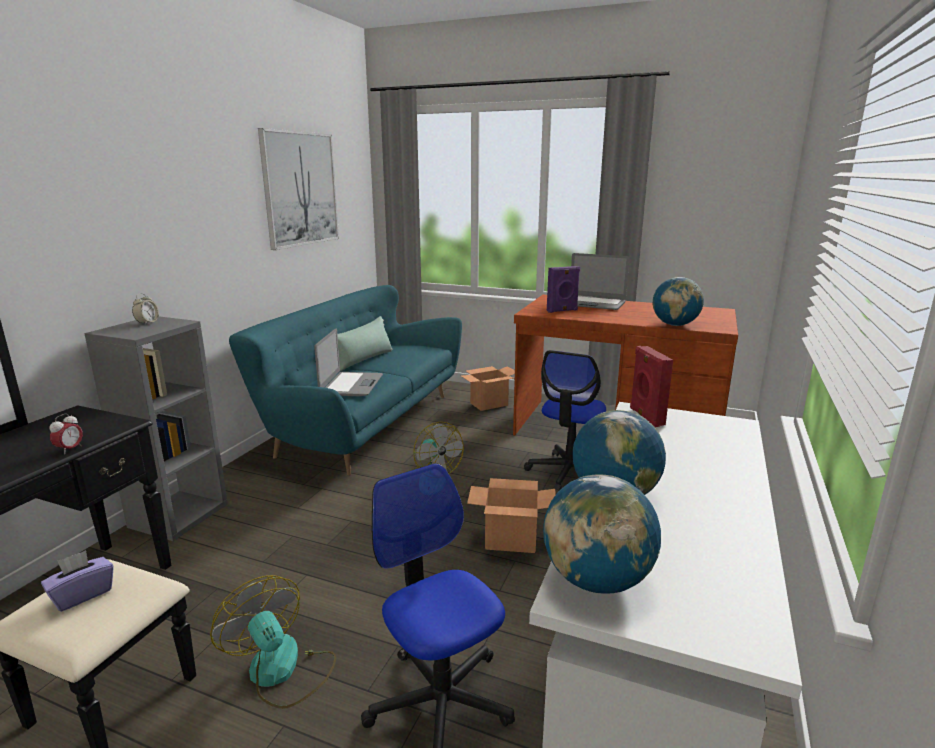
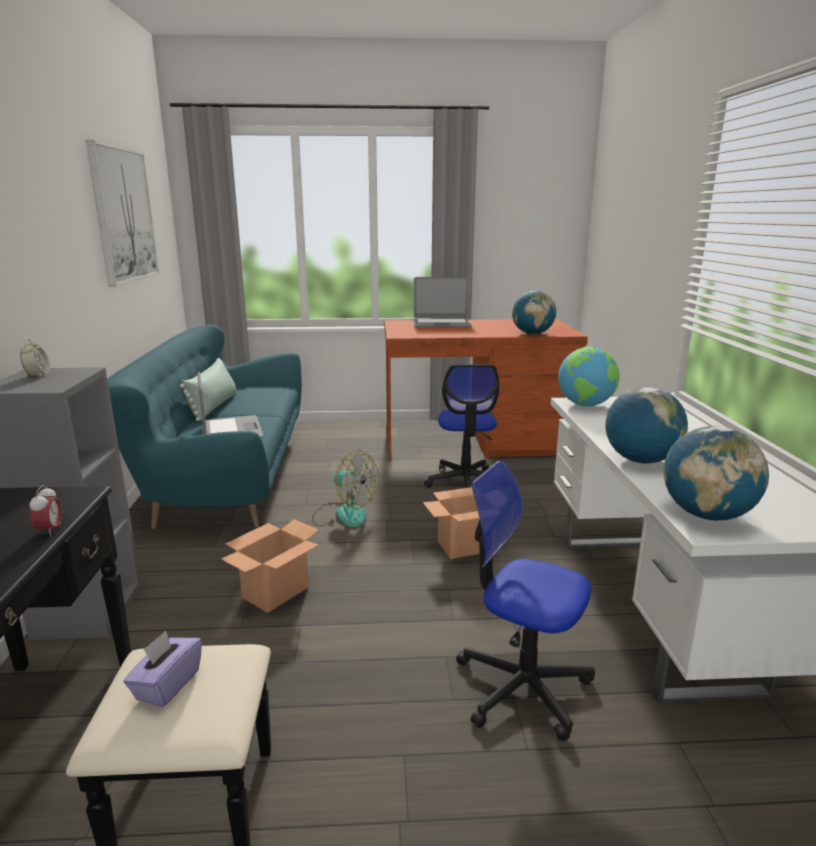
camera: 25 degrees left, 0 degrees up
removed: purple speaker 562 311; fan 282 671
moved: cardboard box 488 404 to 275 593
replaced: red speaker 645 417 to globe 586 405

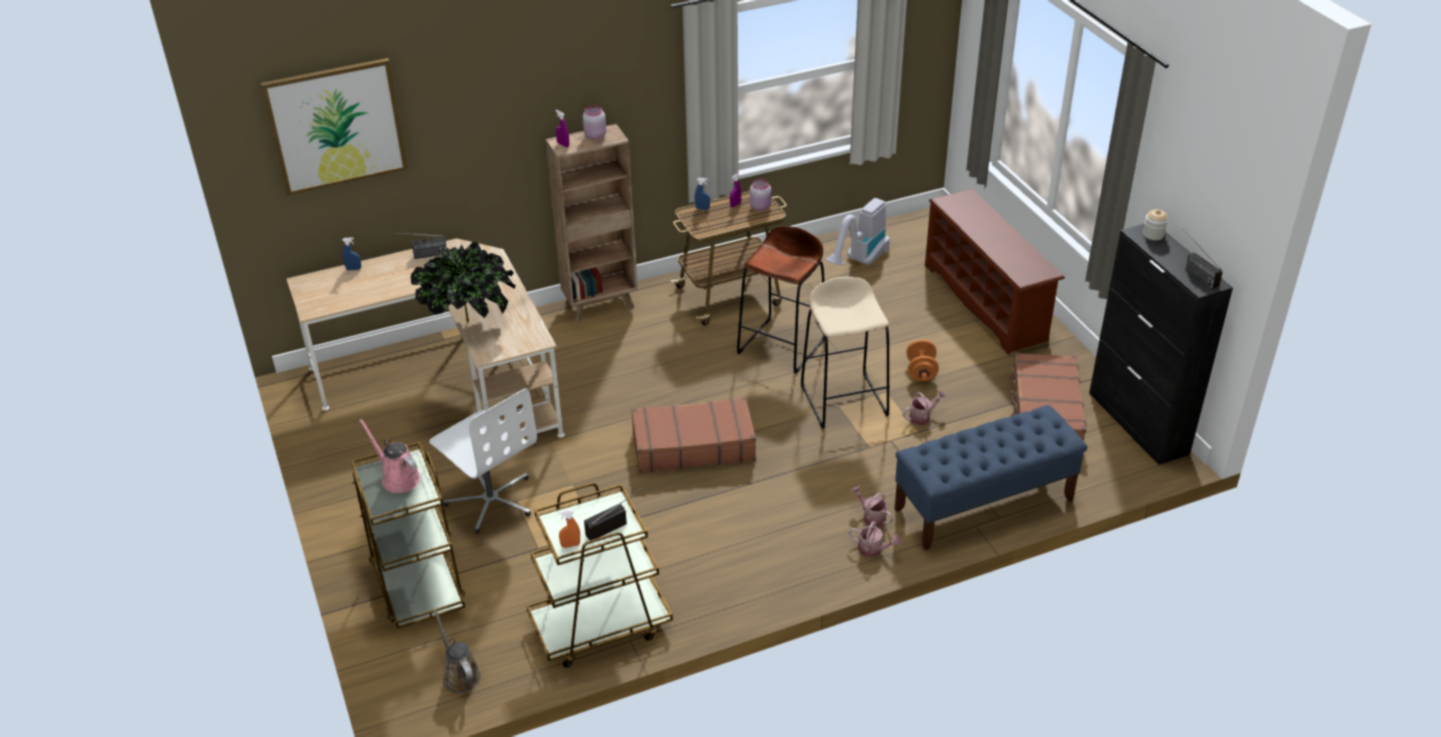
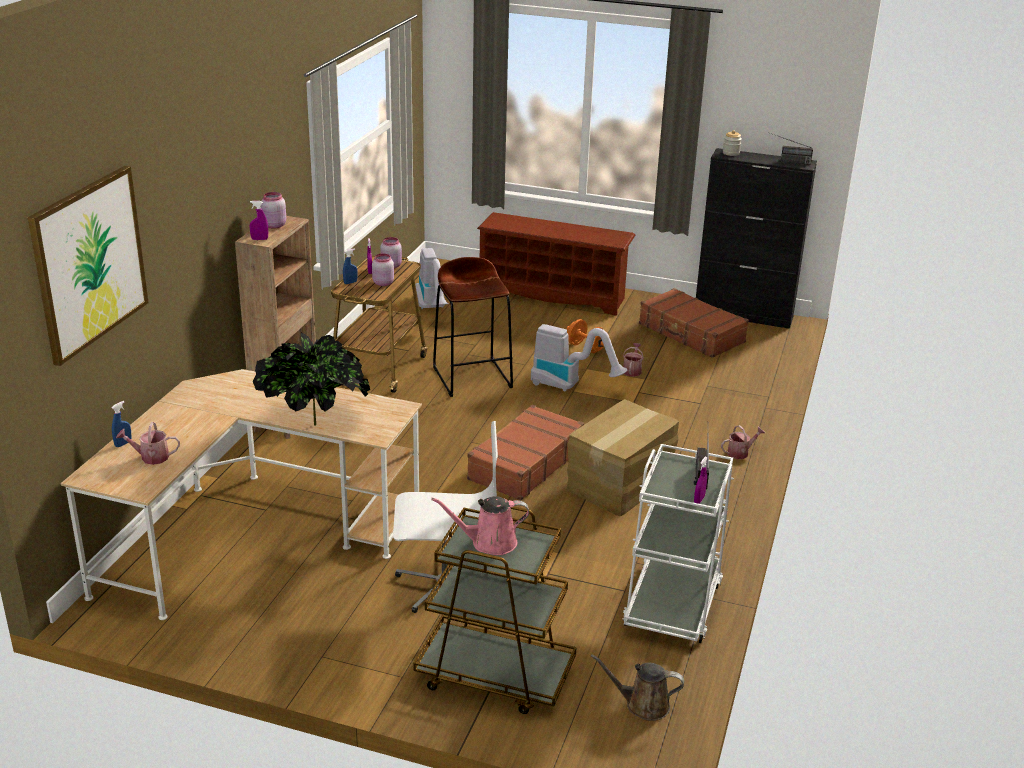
camera: 50 degrees left, 10 degrees down
removed: radio 421 256; blue bench 983 505
added: pink jar 382 283; cardboard box 621 484
moved: watering can 871 517 to 151 457
replaced: beige stool 844 400 to vacuum cleaner 570 386
recoloured: brown cart 600 626 to white cart 672 603; orange spray bottle 570 545 to purple spray bottle 699 500

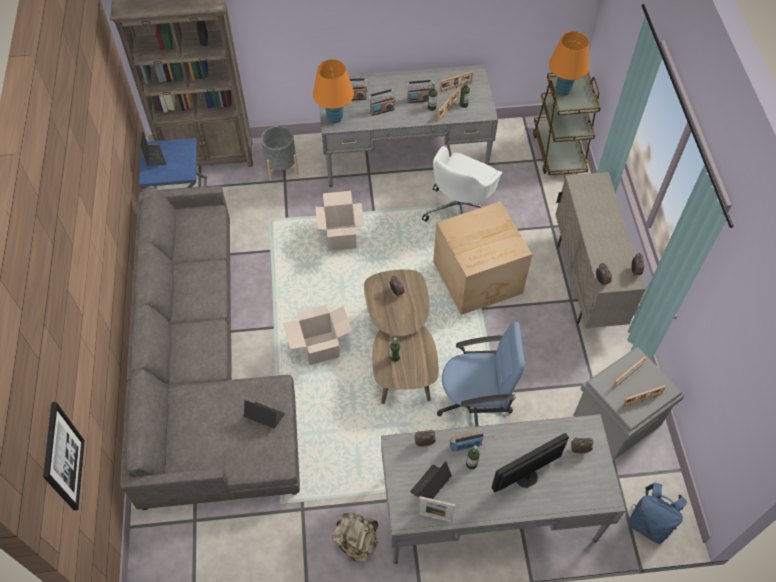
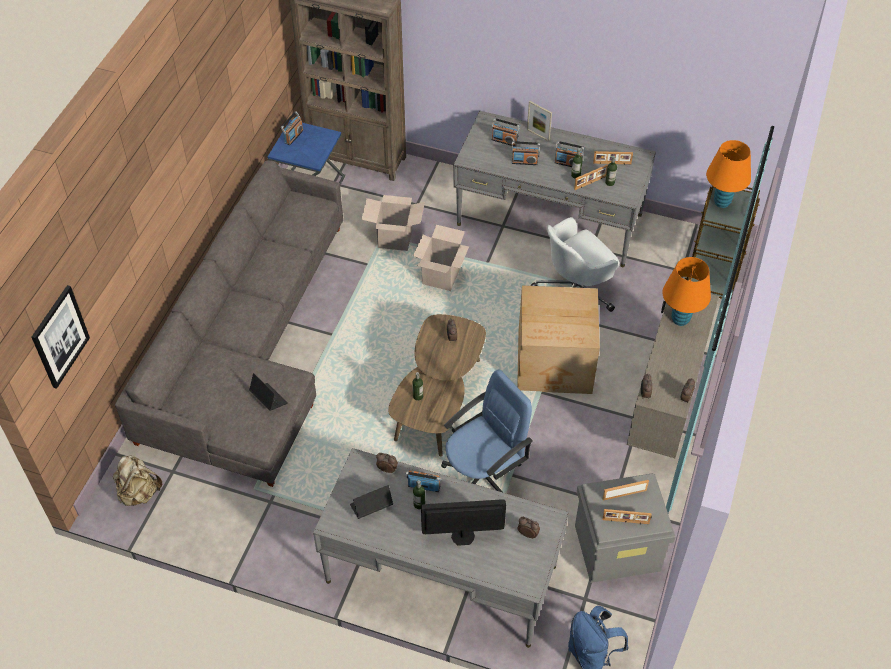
camera: 25 degrees right, 5 degrees down
removed: grey planter 281 167
moved: orange table lamp 335 118 to 680 319; cardboard box 320 348 to 395 239; picture frame 434 517 to 538 135; beige backpack 356 542 to 139 493
replaced: laptop 153 157 to radio 293 136
turned: blue office chair 475 403 = 483 476 60 degrees counterclockwise

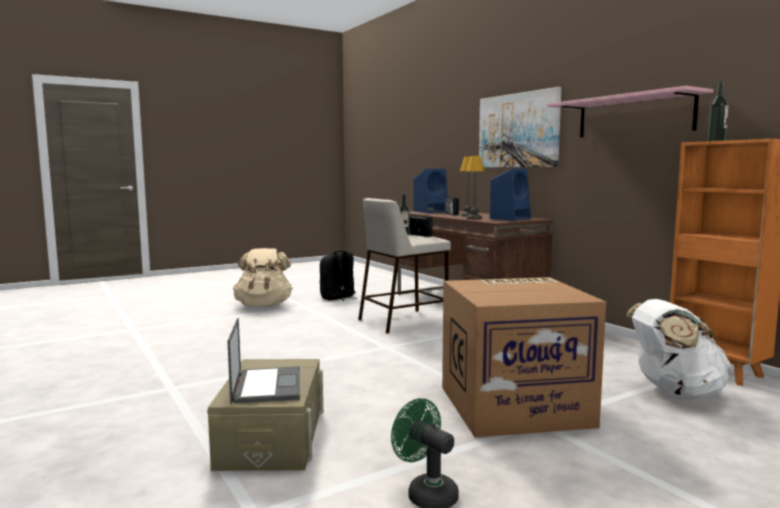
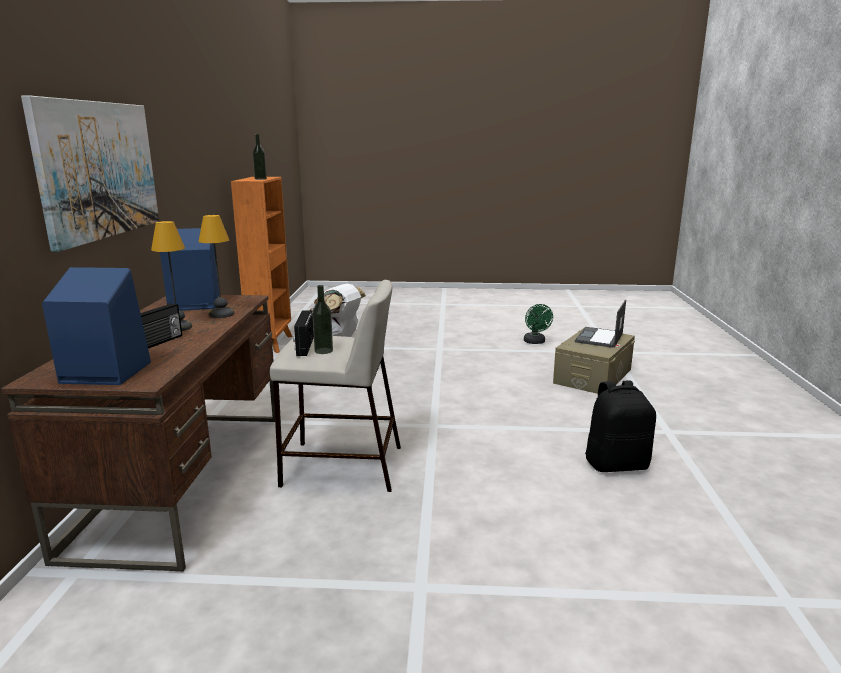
camera: 145 degrees left, 10 degrees up
removed: pink shelf 634 116; beige backpack 264 306; cardboard box 515 405
moved: black backpack 338 298 to 616 464

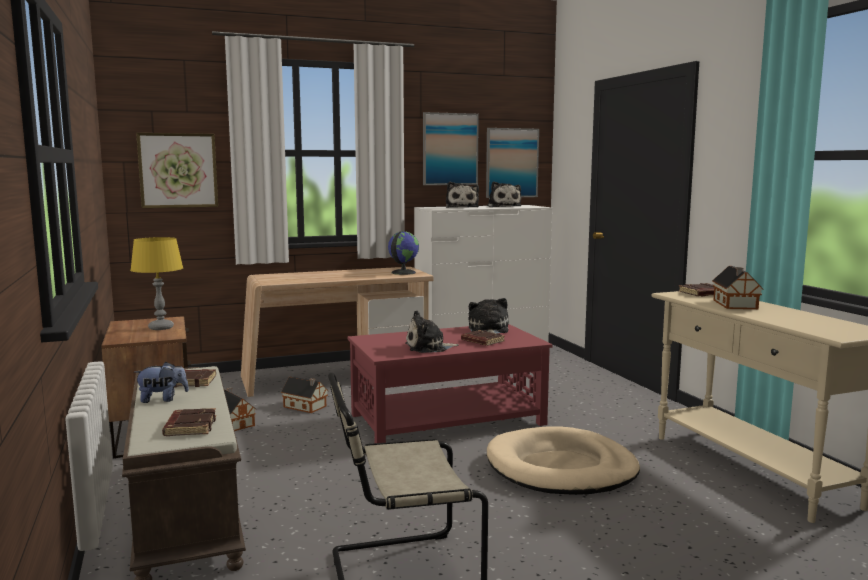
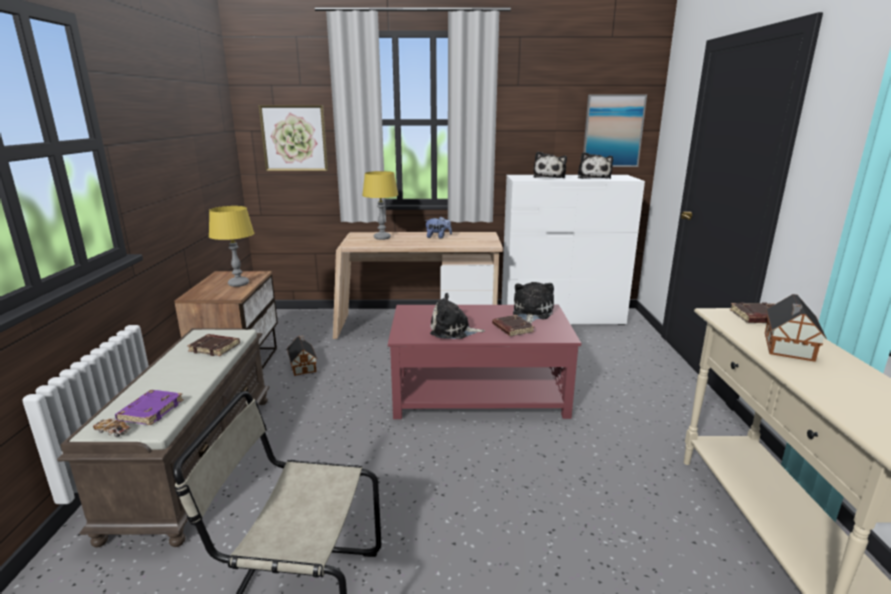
camera: 20 degrees right, 10 degrees up
removed: picture 450 149; globe 403 272; toy house 306 407; beige dog bed 561 468
added: yellow table lamp 382 238; toy car 113 432
moved: plush toy 162 399 to 438 237
recoloured: brown book 189 427 to purple book 151 410

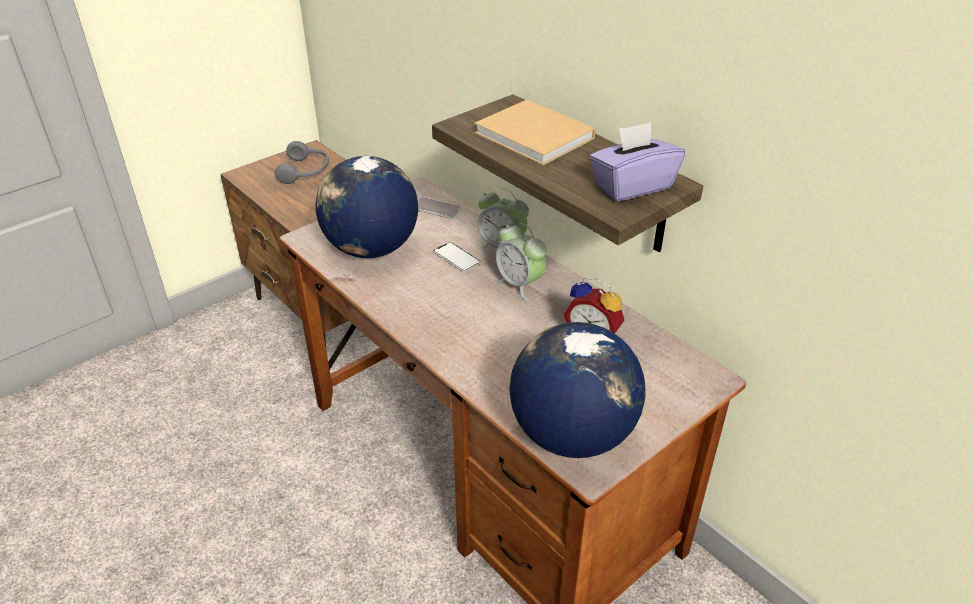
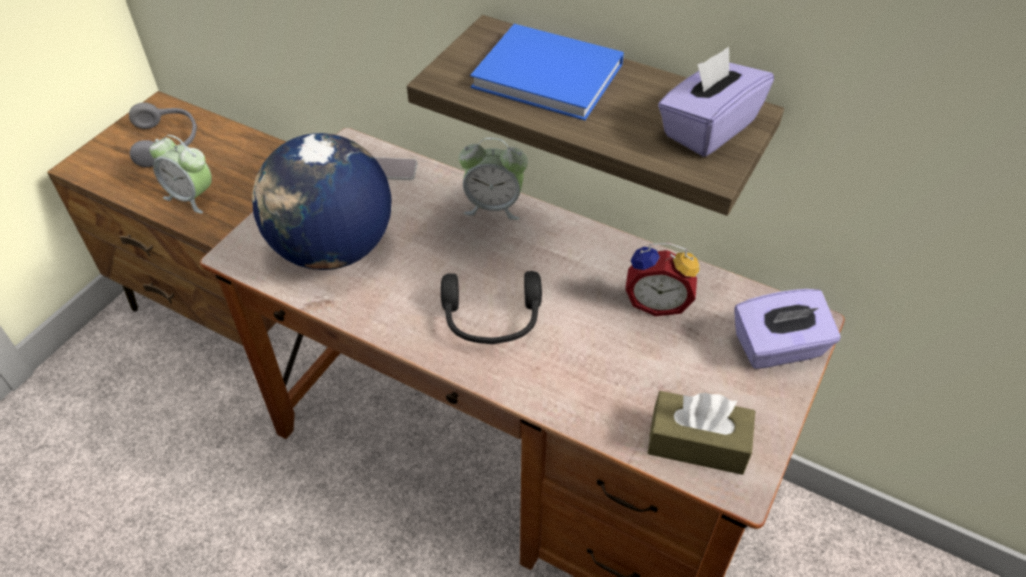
camera: 20 degrees left, 10 degrees up
removed: phone 456 258
added: black headphones 492 320; purple tissue box 778 348
moved: alarm clock 519 284 to 191 197
replaced: globe 571 434 to brown tissue box 697 443
recoloured: beige book 536 137 to blue book 551 77

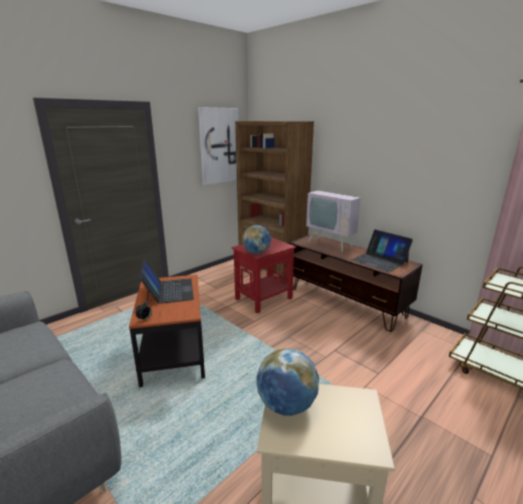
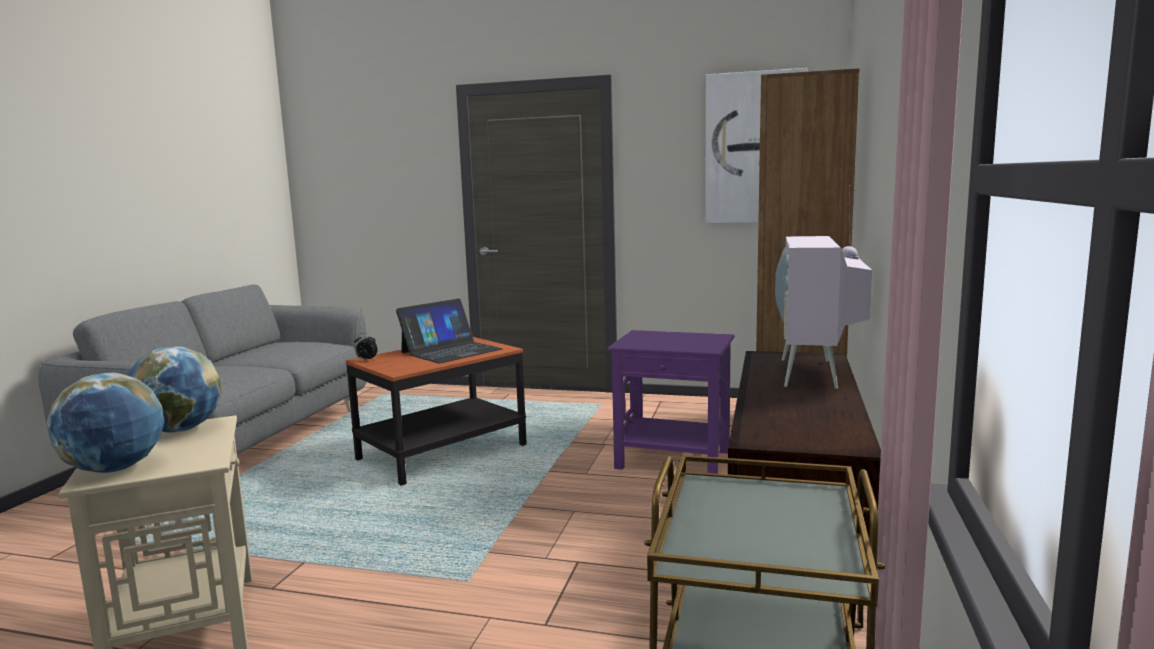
camera: 60 degrees right, 10 degrees down
removed: laptop 379 261
moved: globe 256 252 to 115 469
recoloured: red side table 264 298 to purple side table 674 460

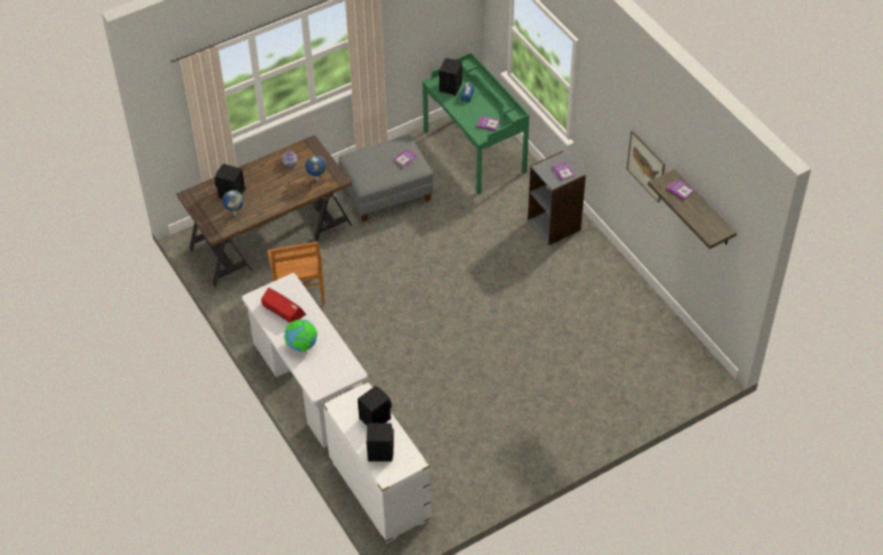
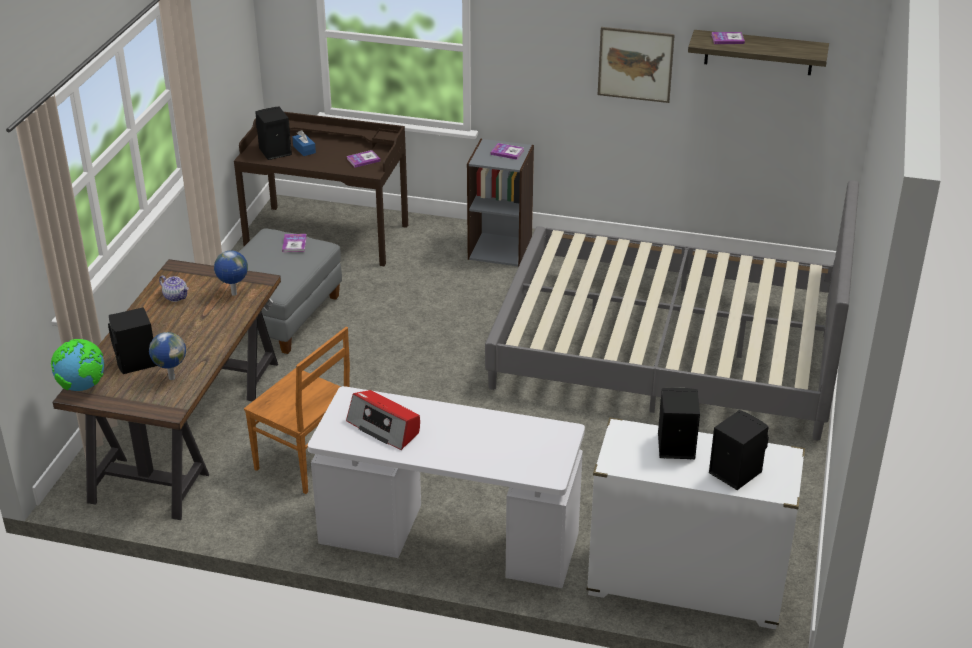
camera: 45 degrees left, 15 degrees down
added: grey bed 668 350
moved: globe 302 345 to 83 386
recoloured: green desk 475 151 to brown desk 327 235
turned: radio 283 310 = 384 427 135 degrees counterclockwise

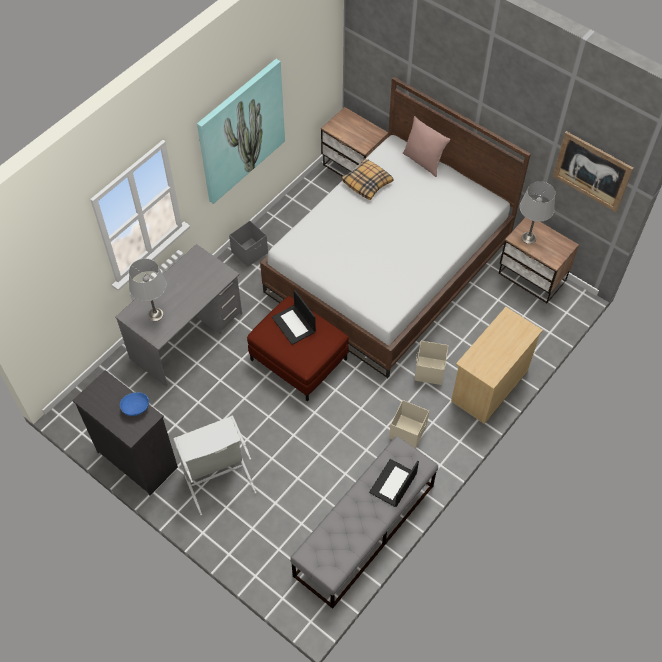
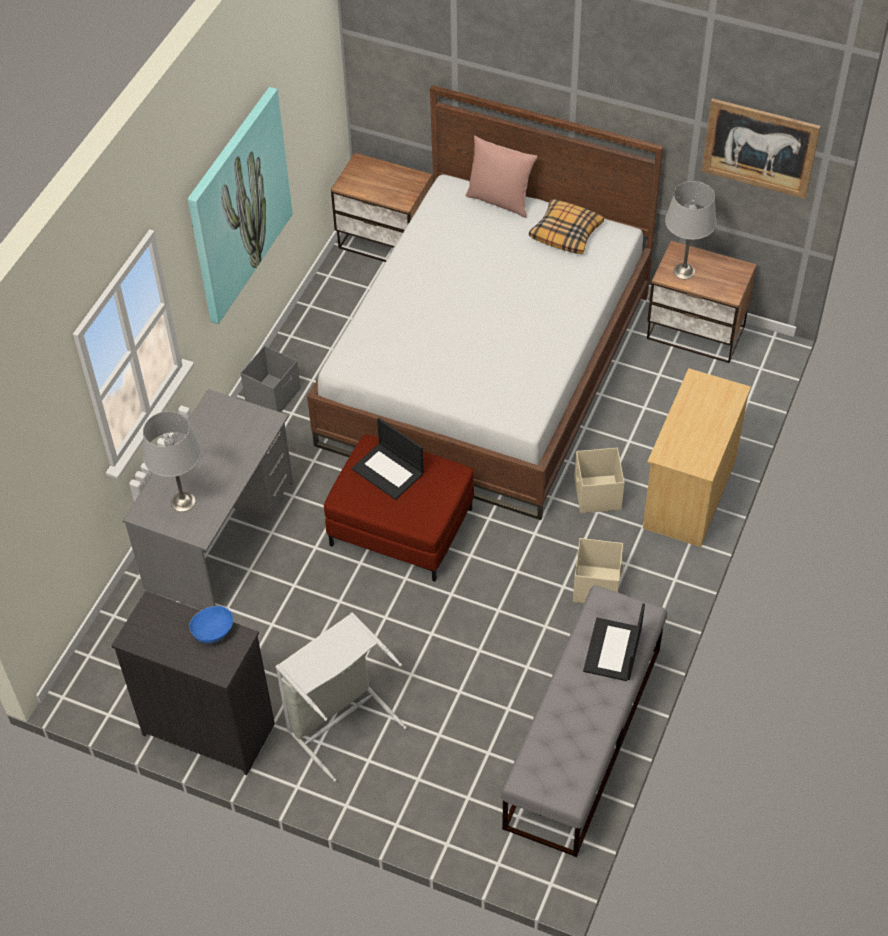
camera: 15 degrees left, 5 degrees down
moved: pillow 367 183 to 566 233

